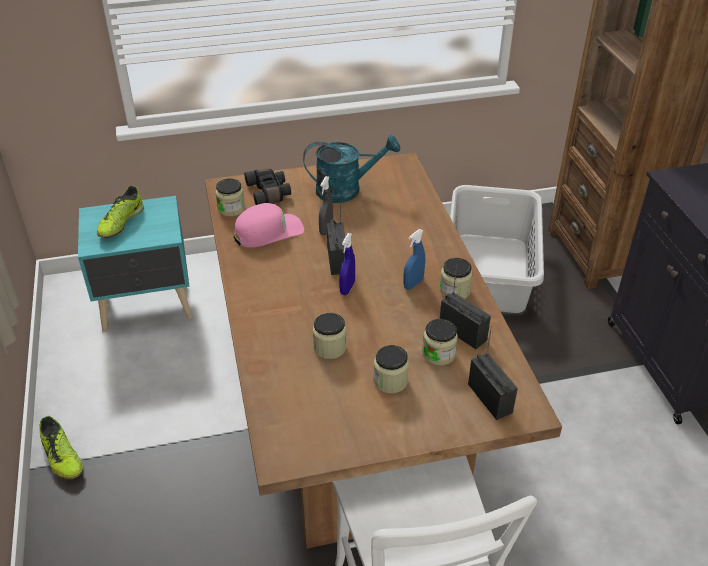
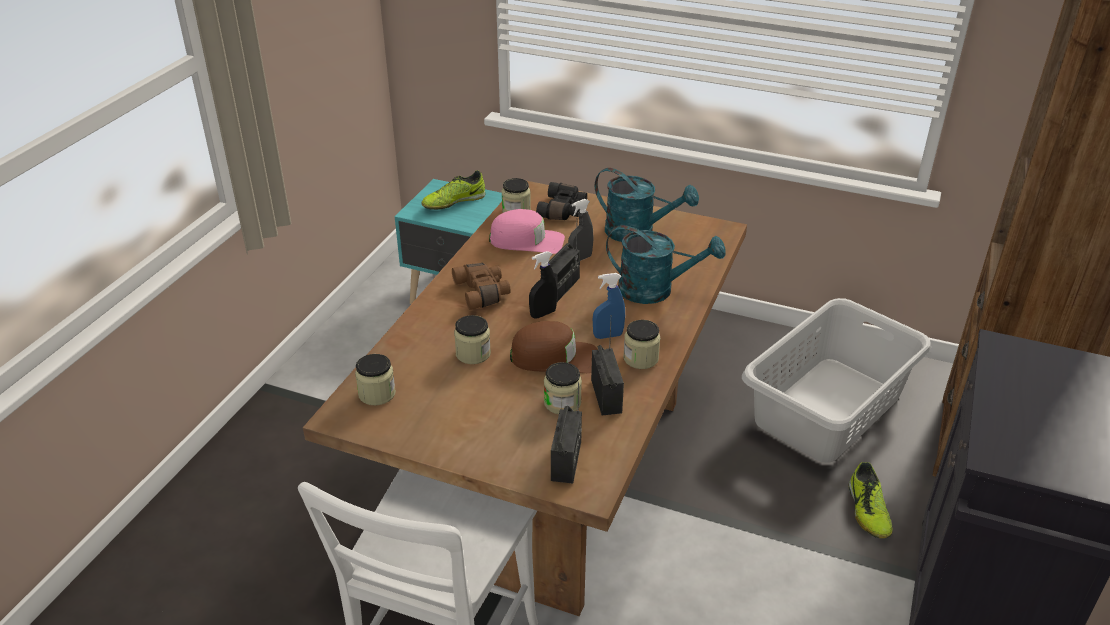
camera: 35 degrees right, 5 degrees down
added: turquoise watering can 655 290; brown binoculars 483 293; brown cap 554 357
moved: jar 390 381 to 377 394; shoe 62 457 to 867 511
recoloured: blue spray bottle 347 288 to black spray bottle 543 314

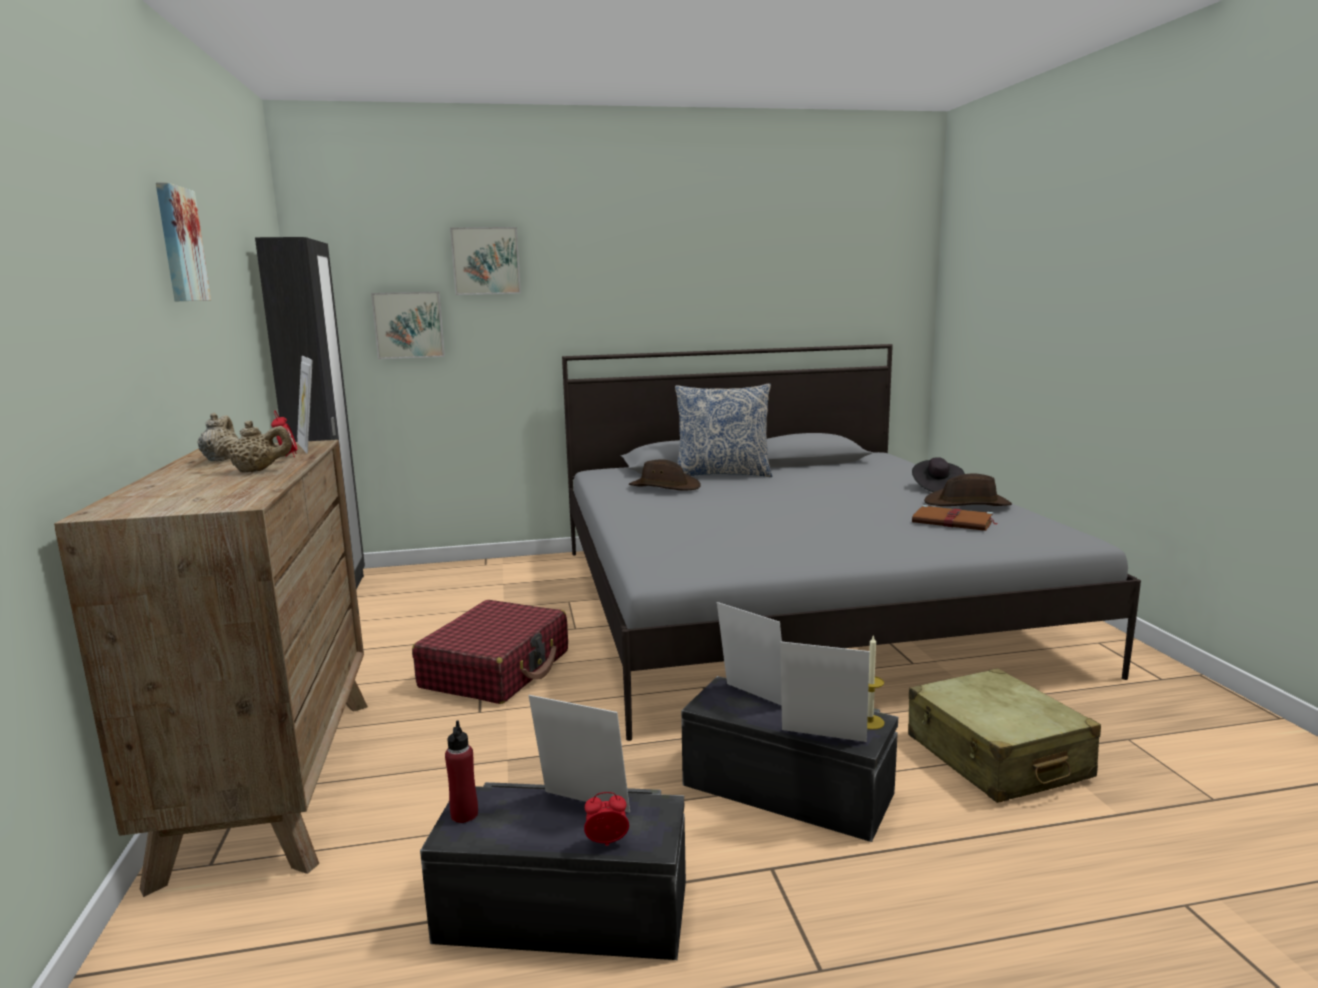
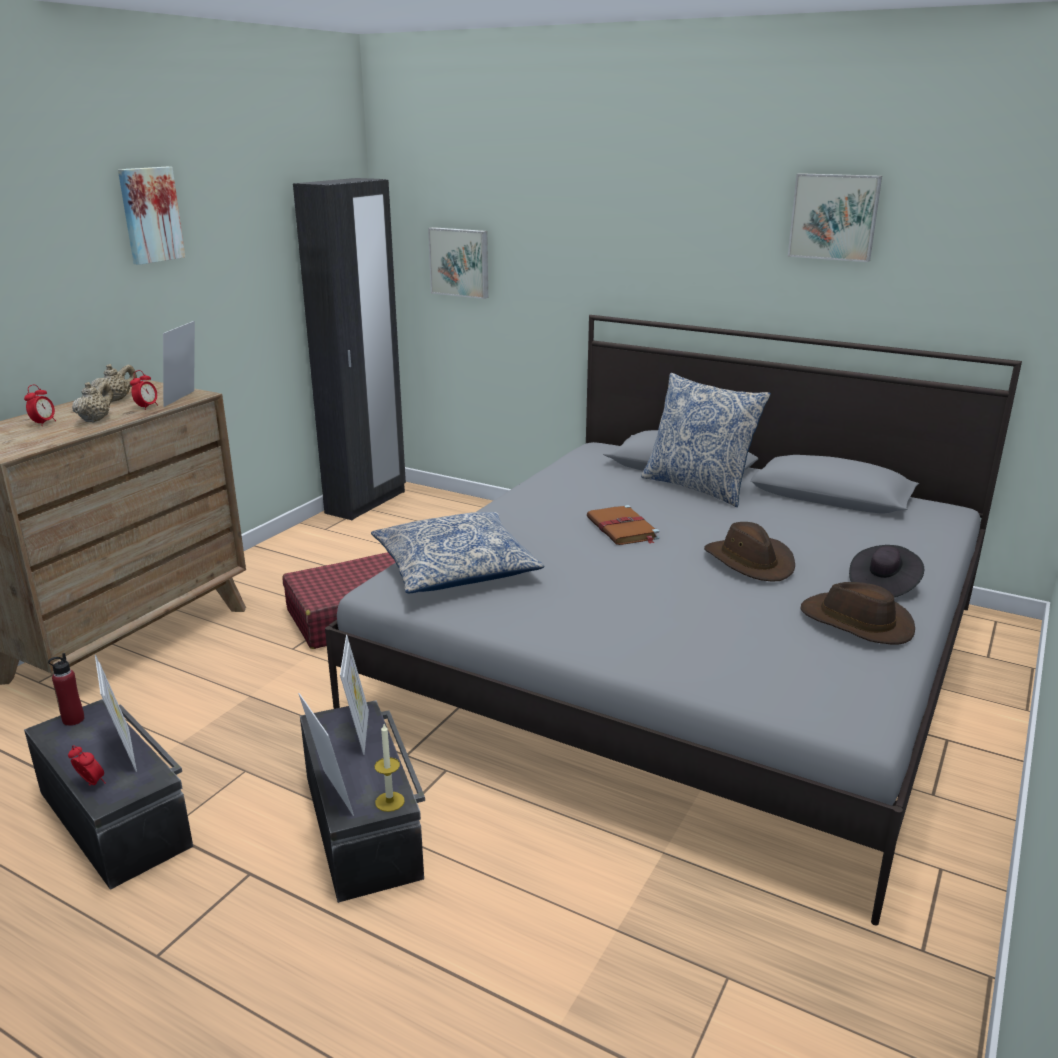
camera: 40 degrees right, 10 degrees up
removed: beige suitcase 996 757
added: alarm clock 43 423; pillow 456 569
moved: picture 486 261 to 834 217; brown hat 664 487 to 750 561; brown book 954 522 to 622 529
turned: beige teapot 256 471 = 96 420 105 degrees counterclockwise

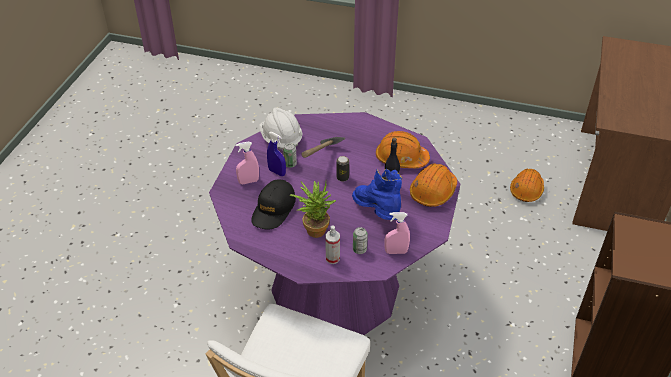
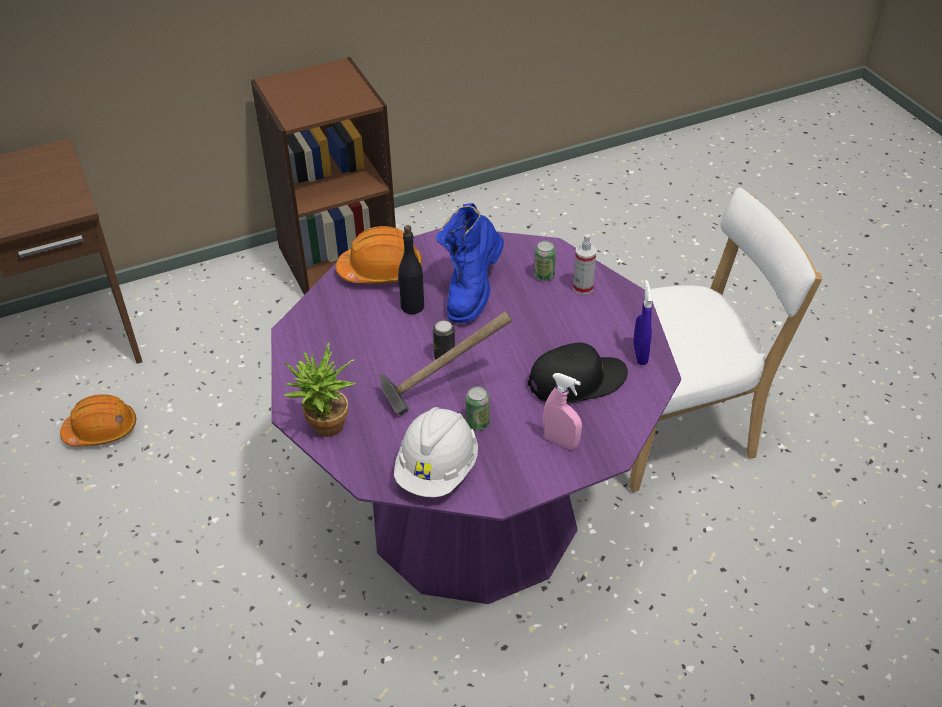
camera: 130 degrees left, 0 degrees up
removed: orange hard hat 401 158; pink spray bottle 396 252
moved: blue spray bottle 277 172 to 640 354; potted plant 314 228 to 325 430

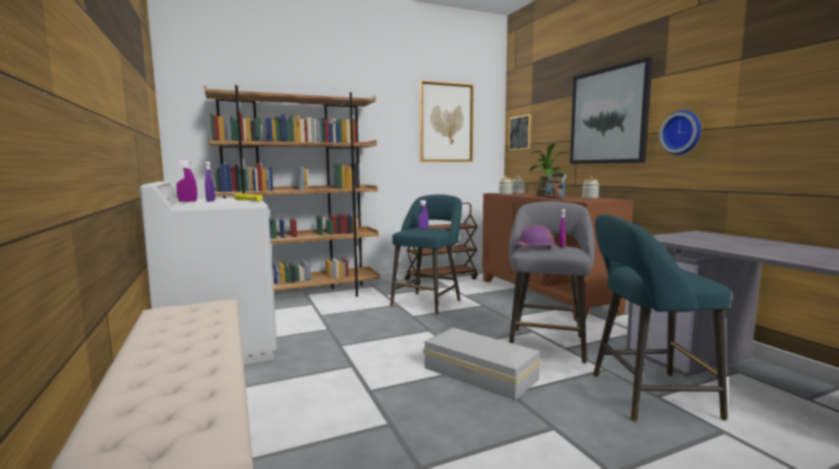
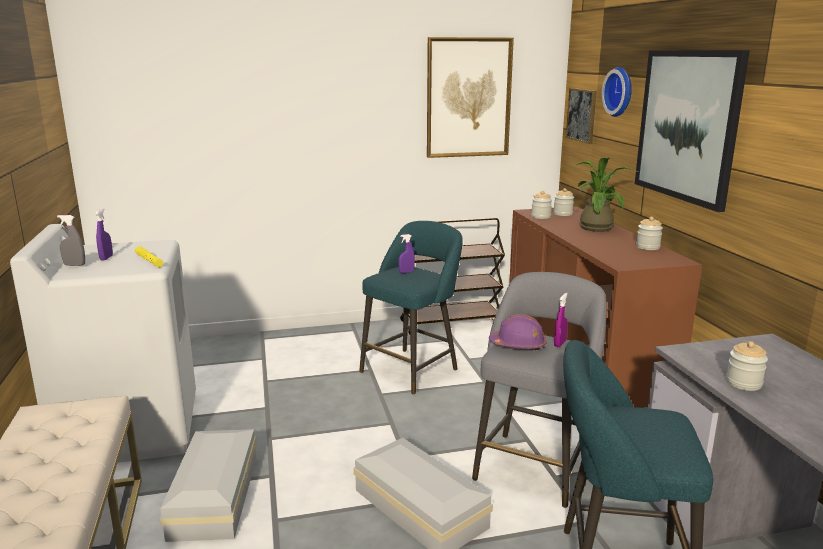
camera: 10 degrees right, 10 degrees up
removed: brown bookcase 303 297; radio 554 197
added: jar 743 383; white storage box 212 497
moved: wall clock 682 132 to 620 92
recoloured: purple spray bottle 187 201 to grey spray bottle 74 265

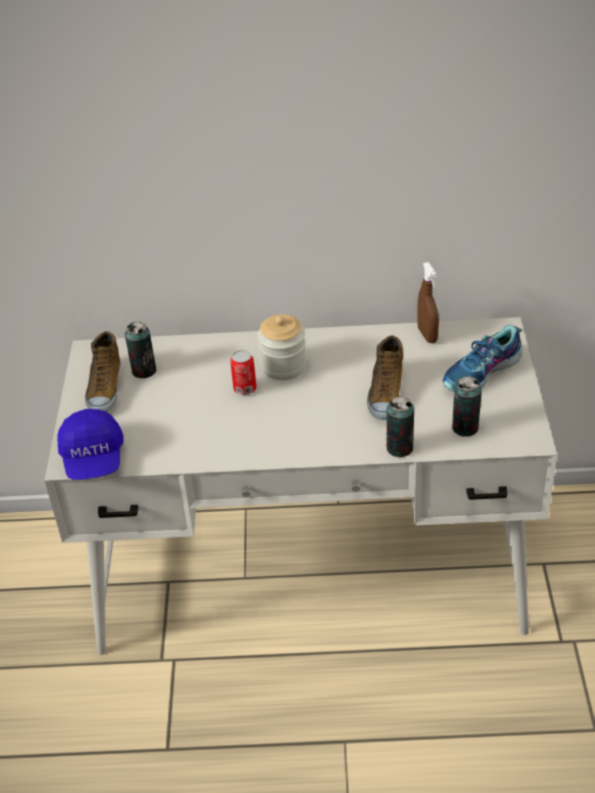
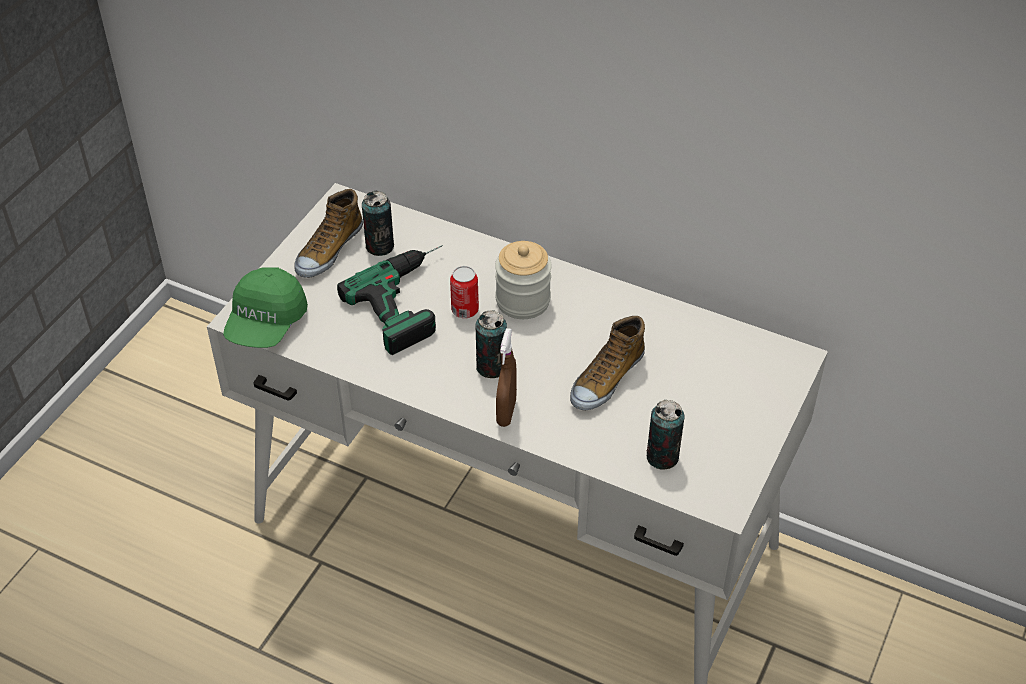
camera: 25 degrees right, 5 degrees up
removed: shoe 482 373
added: power drill 413 300
moved: brown spray bottle 427 335 to 506 412; can 399 448 to 491 367
recoloured: blue cap 93 459 to green cap 266 323

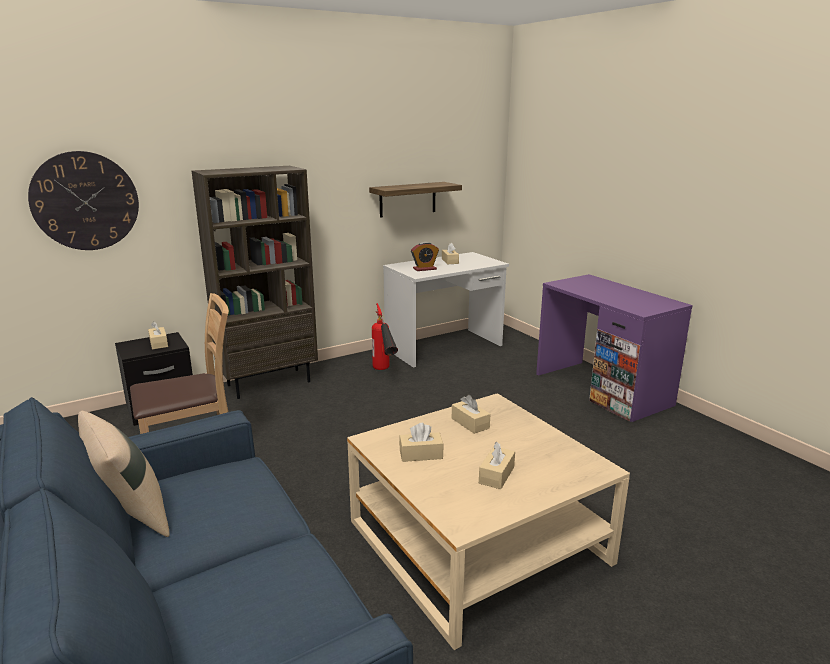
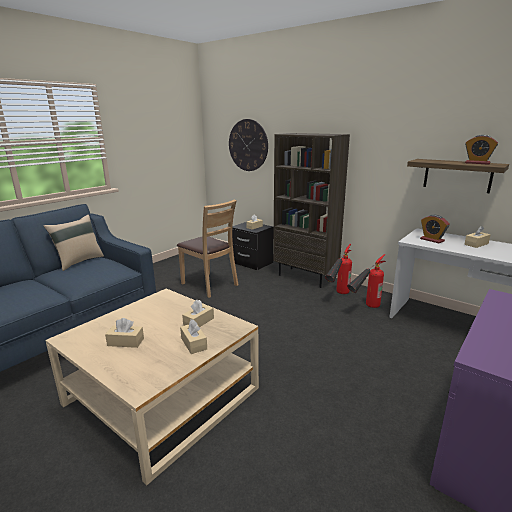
camera: 70 degrees right, 0 degrees up
added: alarm clock 477 163; fire extinguisher 337 296
moved: beige tissue box 421 454 to 194 343

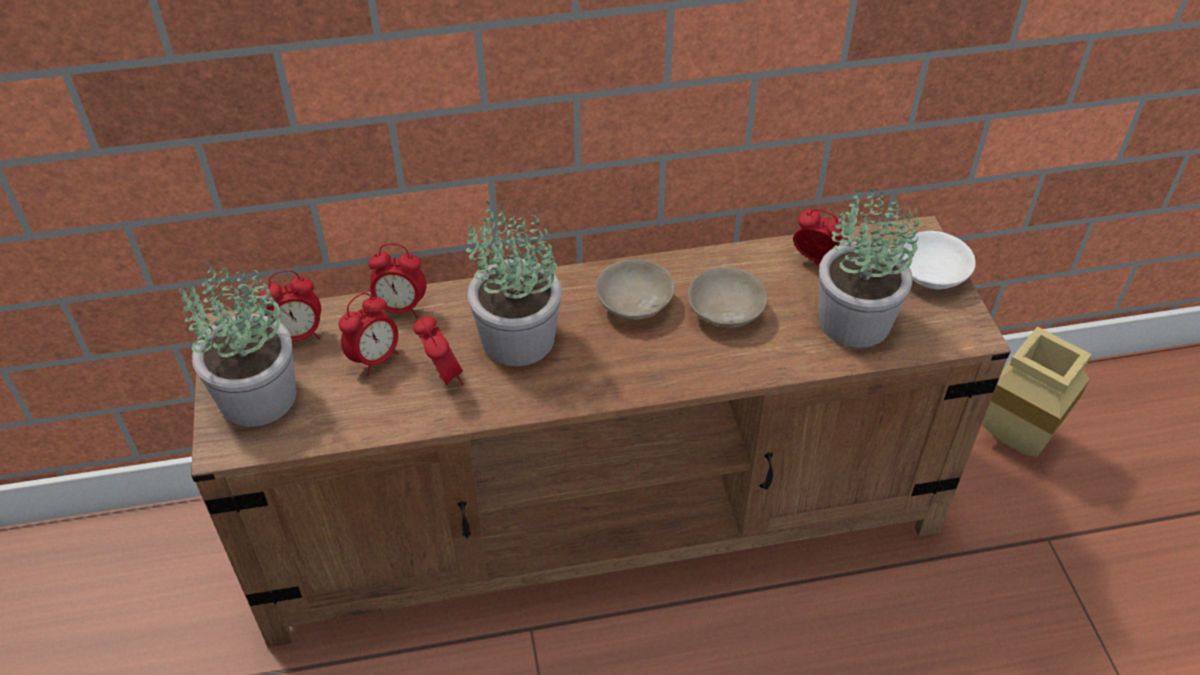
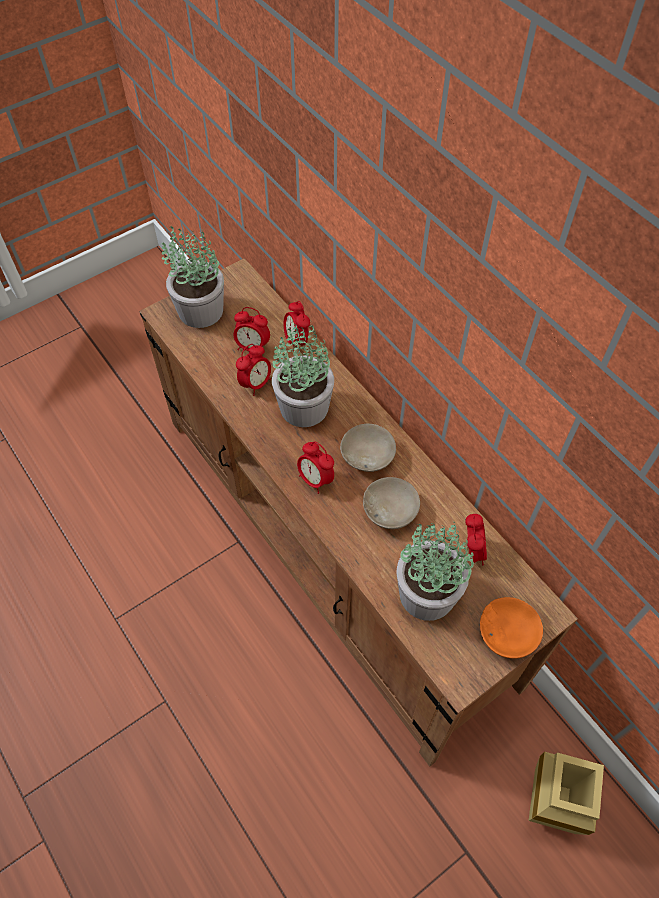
camera: 65 degrees right, 10 degrees up
moved: alarm clock 298 335 to 315 479
recoloured: white bowl 933 273 to orange bowl 509 635

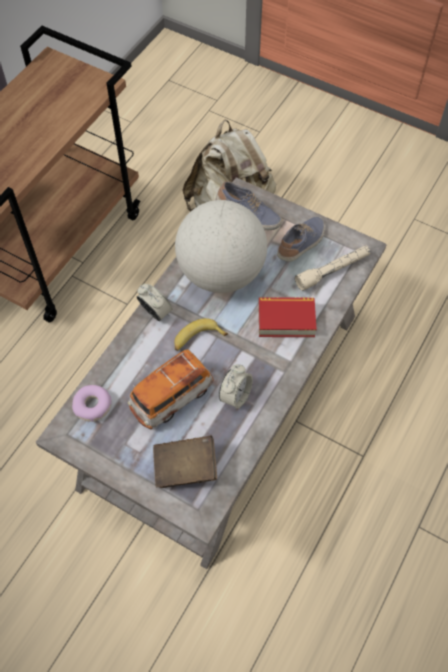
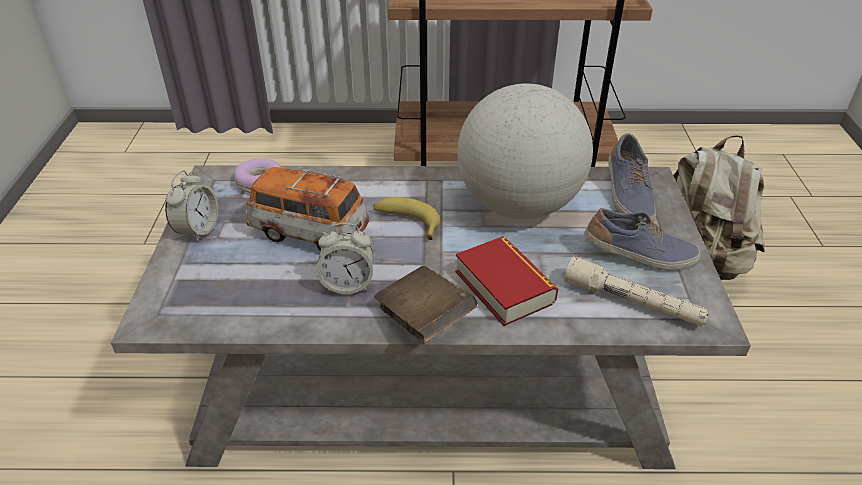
camera: 60 degrees right, 20 degrees down
moved: alarm clock 155 312 to 198 230; brown book 185 468 to 424 320

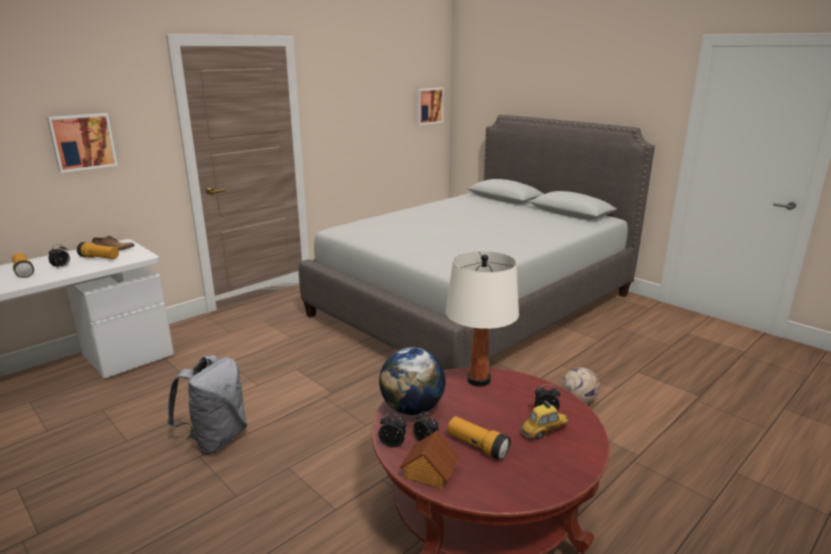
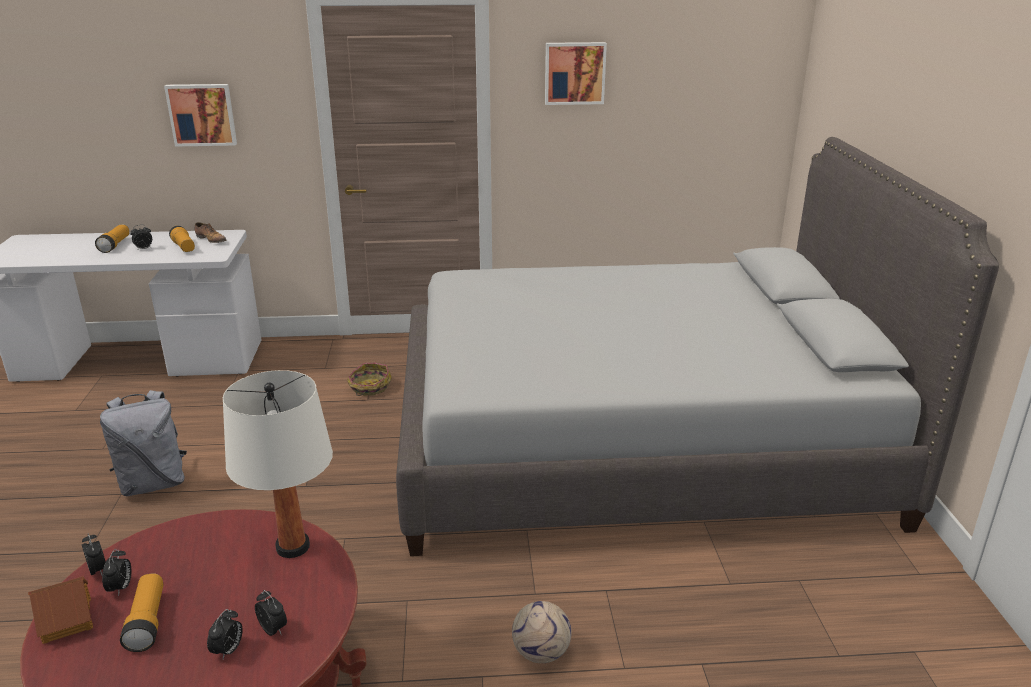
camera: 40 degrees right, 5 degrees up
removed: globe 412 409
added: basket 369 387
moved: picture 428 106 to 574 73
replaced: toy car 544 432 to alarm clock 228 650

